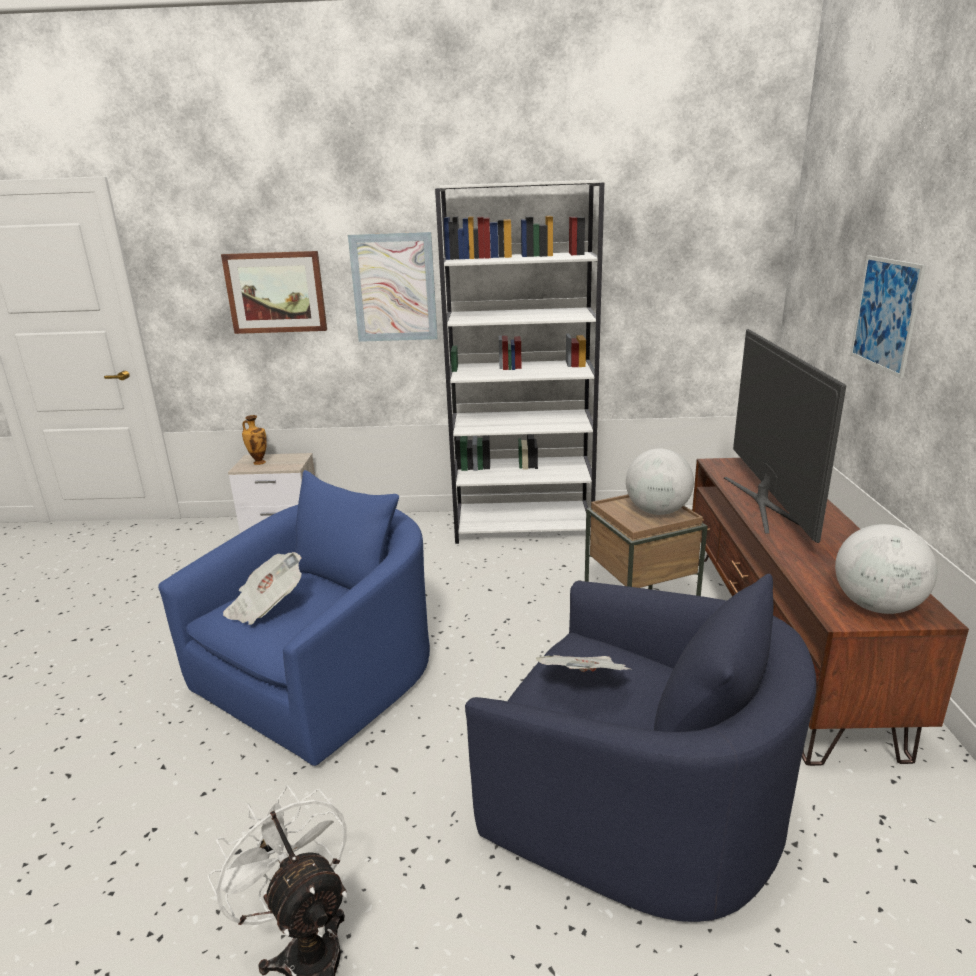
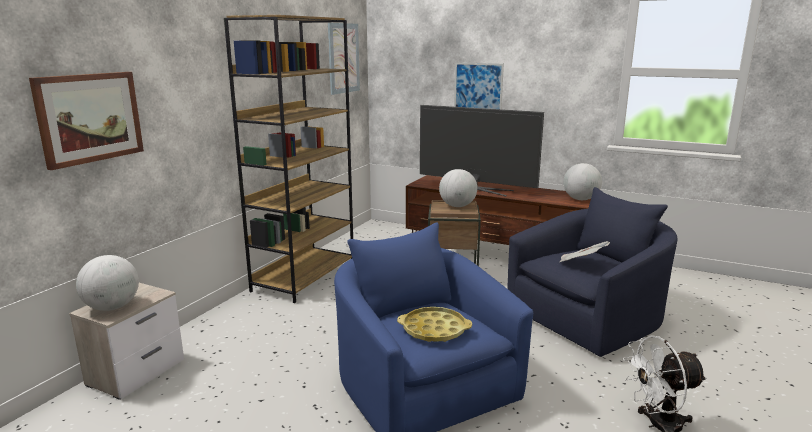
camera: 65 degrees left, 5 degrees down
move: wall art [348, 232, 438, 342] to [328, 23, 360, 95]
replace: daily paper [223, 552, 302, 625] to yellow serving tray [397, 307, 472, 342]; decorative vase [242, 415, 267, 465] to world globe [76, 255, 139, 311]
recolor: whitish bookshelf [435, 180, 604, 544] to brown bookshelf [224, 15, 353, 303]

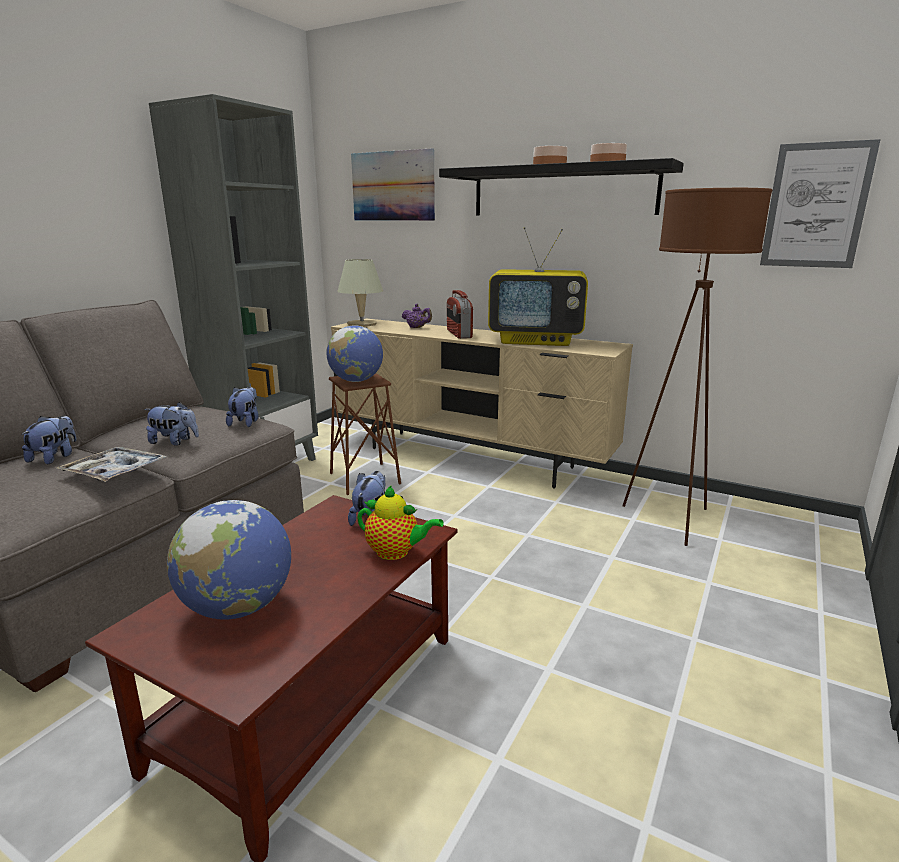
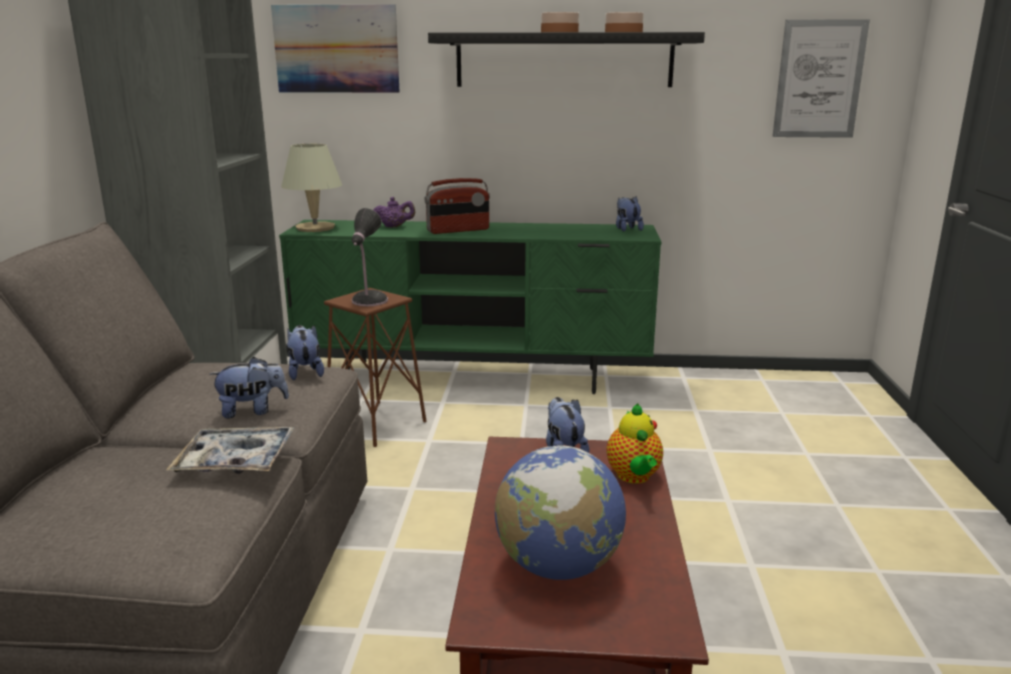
camera: 25 degrees left, 0 degrees up
delete: television [488, 227, 588, 346]; brown standing lamp [622, 188, 772, 546]
move: cuddly toy [21, 415, 77, 464] to [616, 197, 644, 232]
replace: world globe [326, 325, 383, 382] to table lamp [352, 208, 388, 306]
recolor: sand-coloured media console [331, 319, 633, 489] to green-coloured media console [279, 220, 661, 394]
rotate: pot for tea [357, 485, 444, 560] = [607, 403, 663, 484] 90 degrees clockwise; radio receiver [447, 290, 473, 339] = [425, 178, 490, 234] 75 degrees counterclockwise

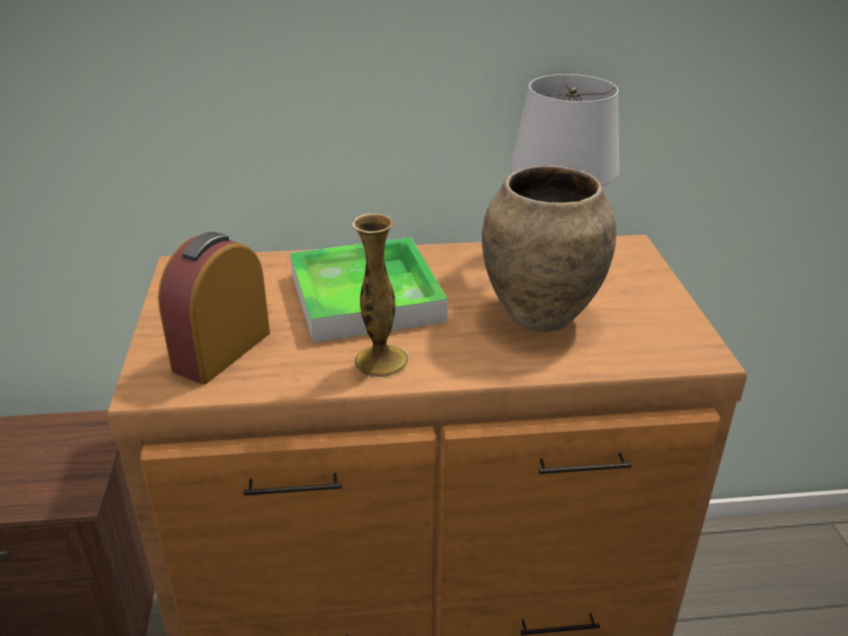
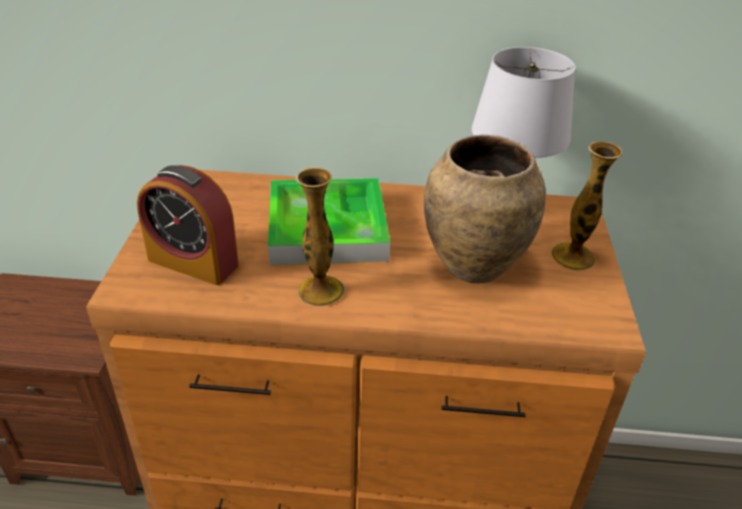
camera: 10 degrees right, 5 degrees up
insert: decorative vase [551, 142, 623, 271]
rotate: alarm clock [158, 232, 270, 384] = [137, 165, 239, 285] 105 degrees counterclockwise

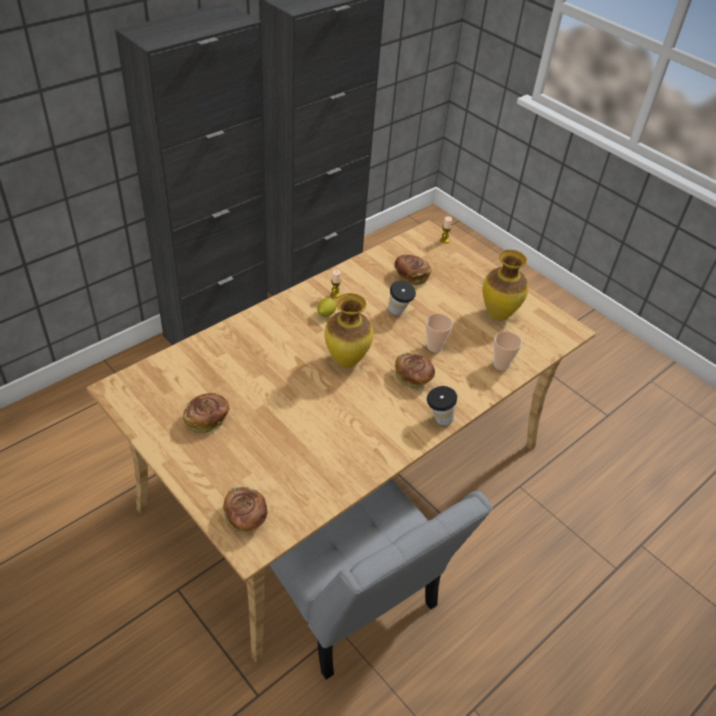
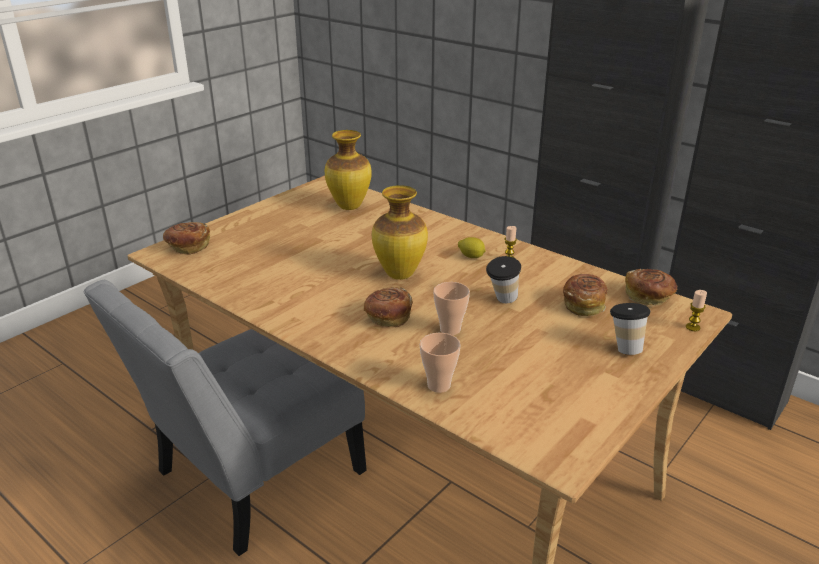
camera: 85 degrees right, 15 degrees down
move: baked bread [183, 393, 230, 434] to [625, 269, 678, 306]; small cup [427, 386, 457, 425] to [610, 303, 650, 355]; decorative vase [483, 250, 529, 320] to [325, 130, 372, 210]

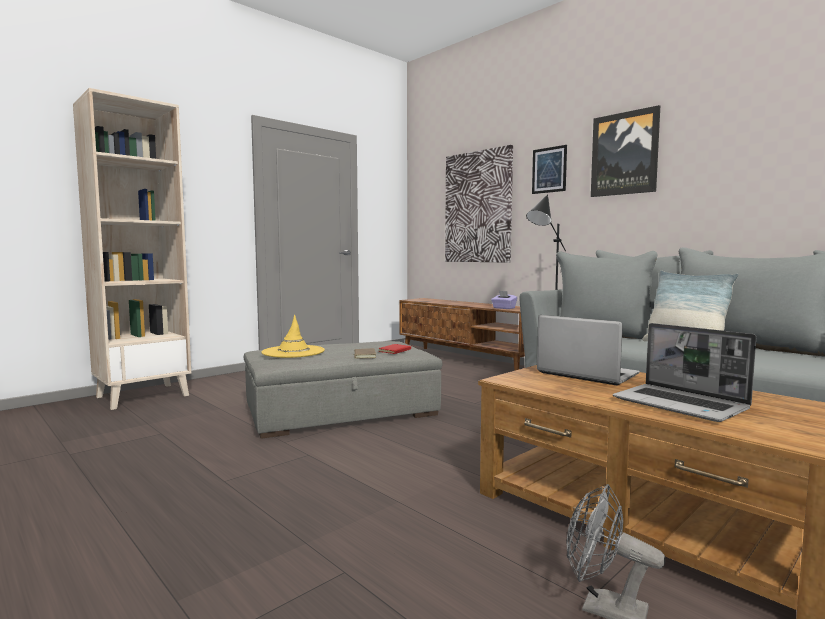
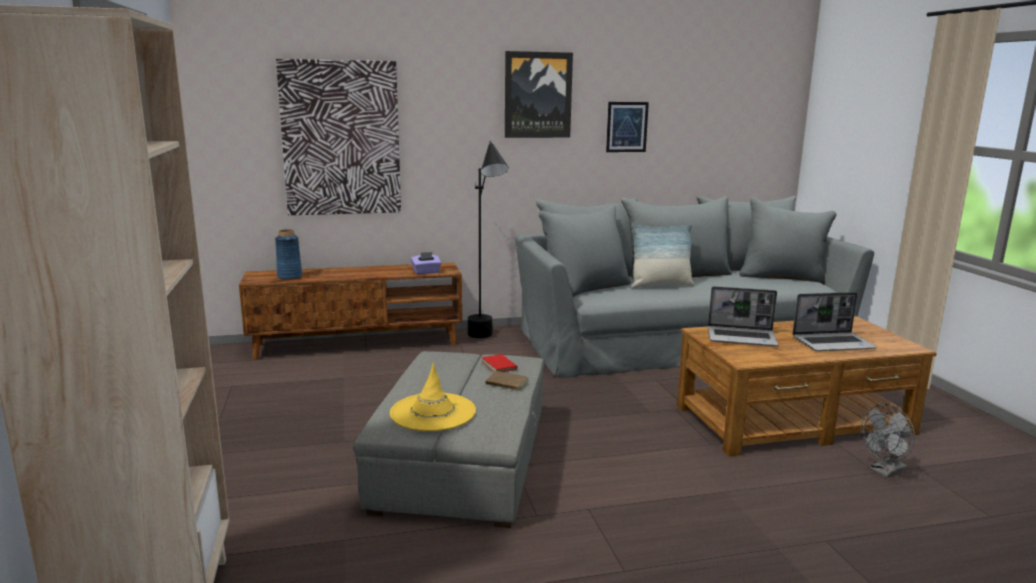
camera: 60 degrees left, 10 degrees up
insert: bluish decorative vase [275, 229, 302, 280]
move: wall art [532, 145, 567, 194] to [606, 102, 649, 152]
rotate: portable computer [537, 315, 640, 385] = [708, 286, 779, 346] 150 degrees counterclockwise

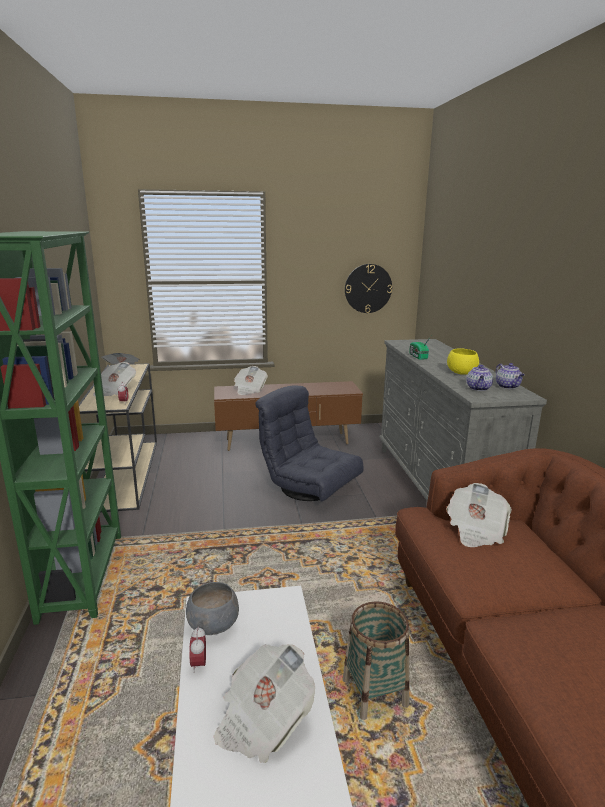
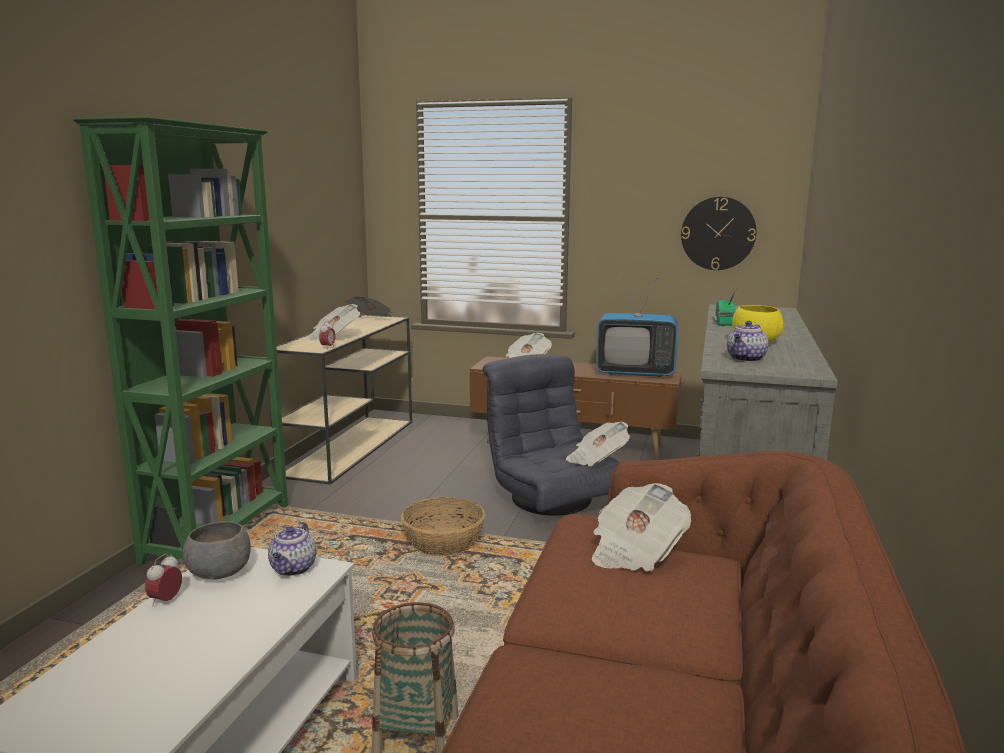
camera: 25 degrees right, 5 degrees down
insert: basket [401, 497, 486, 556]; television [596, 277, 678, 377]
move: daily paper [214, 644, 315, 763] to [566, 422, 630, 466]; pot for tea [496, 363, 525, 389] to [268, 522, 316, 576]

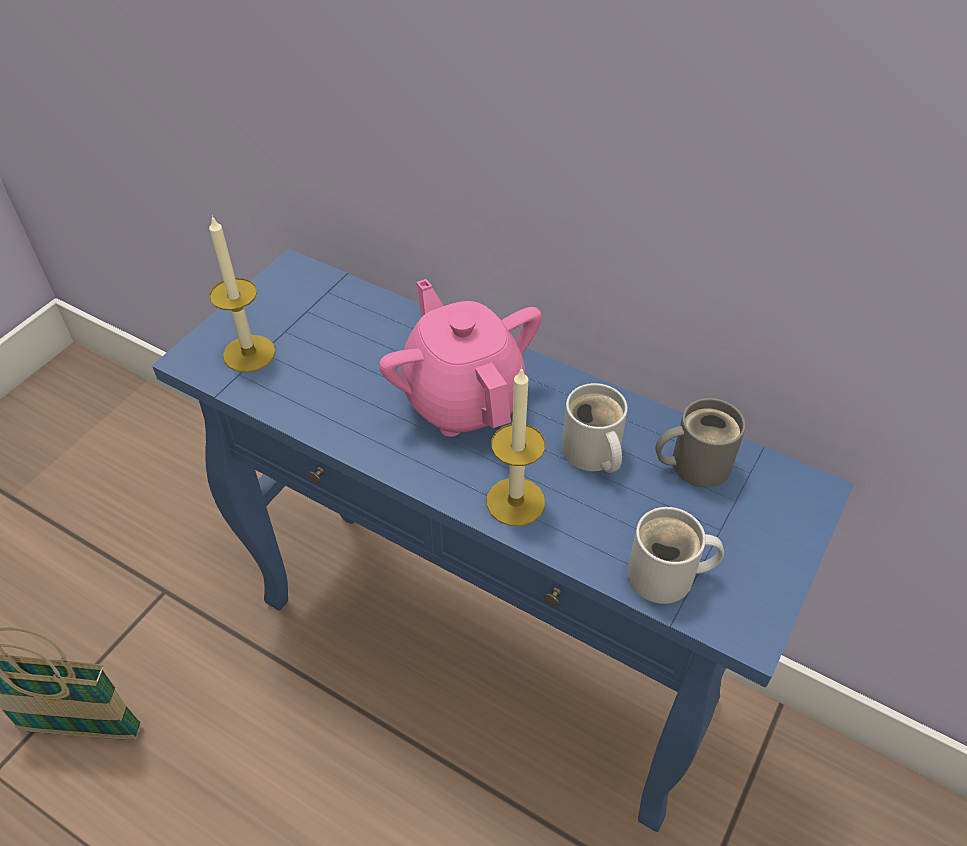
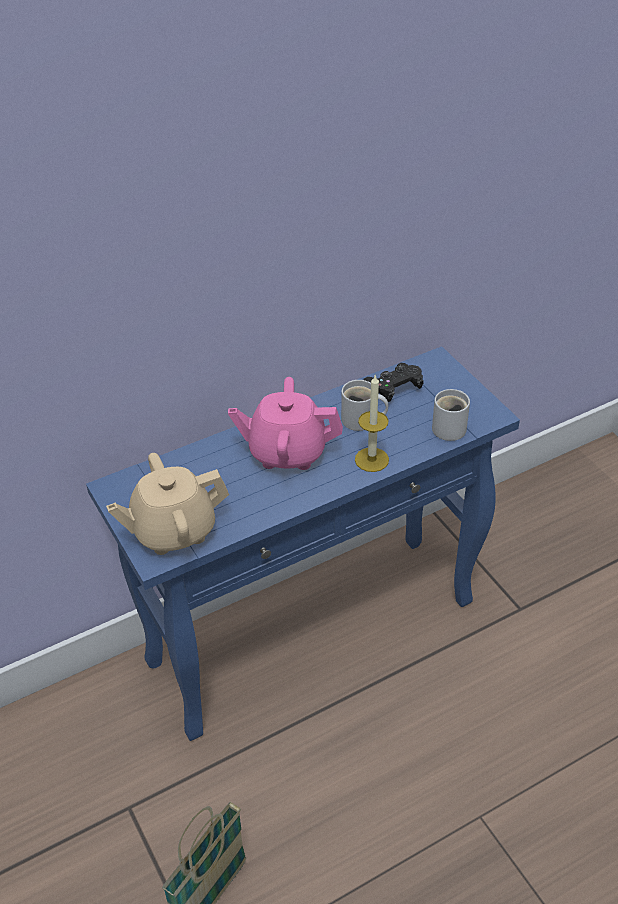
camera: 60 degrees left, 5 degrees down
replace: wax candle [209, 215, 276, 372] to sand-coloured pot for tea [106, 453, 229, 555]; greyish tea mug [655, 398, 746, 487] to black gamepad [363, 363, 424, 402]

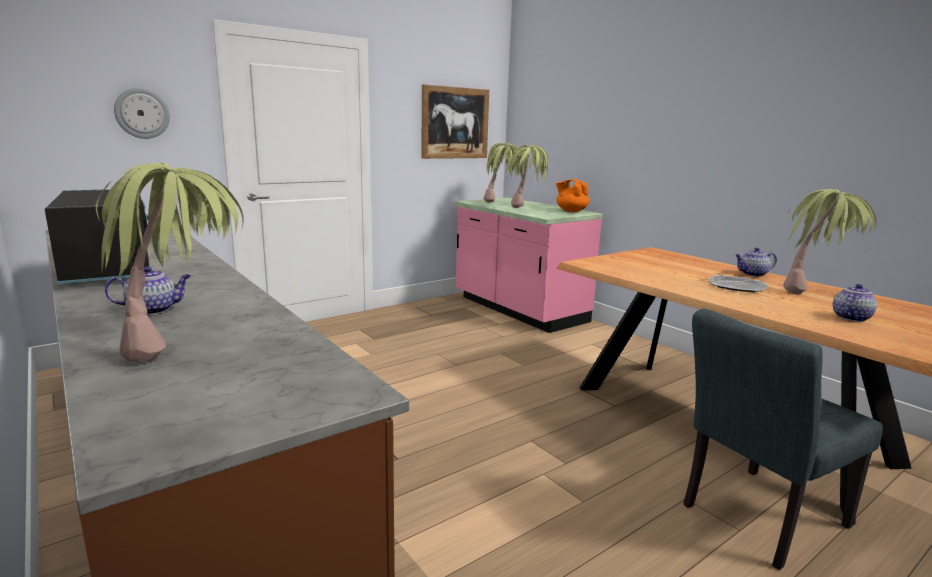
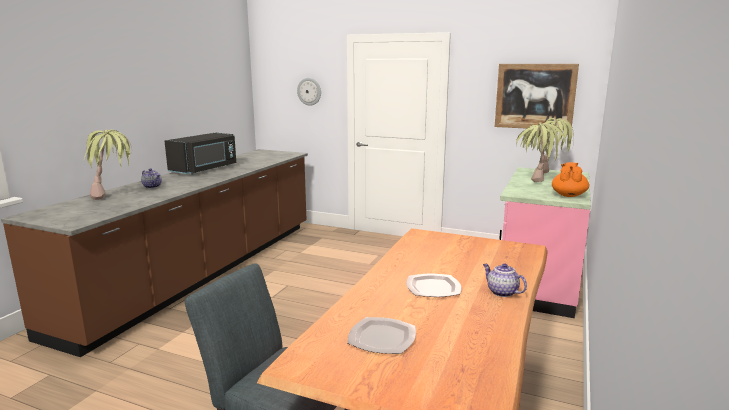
camera: 60 degrees right, 0 degrees up
delete: potted plant [783, 189, 876, 294]
replace: pot for tea [833, 284, 877, 322] to dinner plate [347, 317, 416, 354]

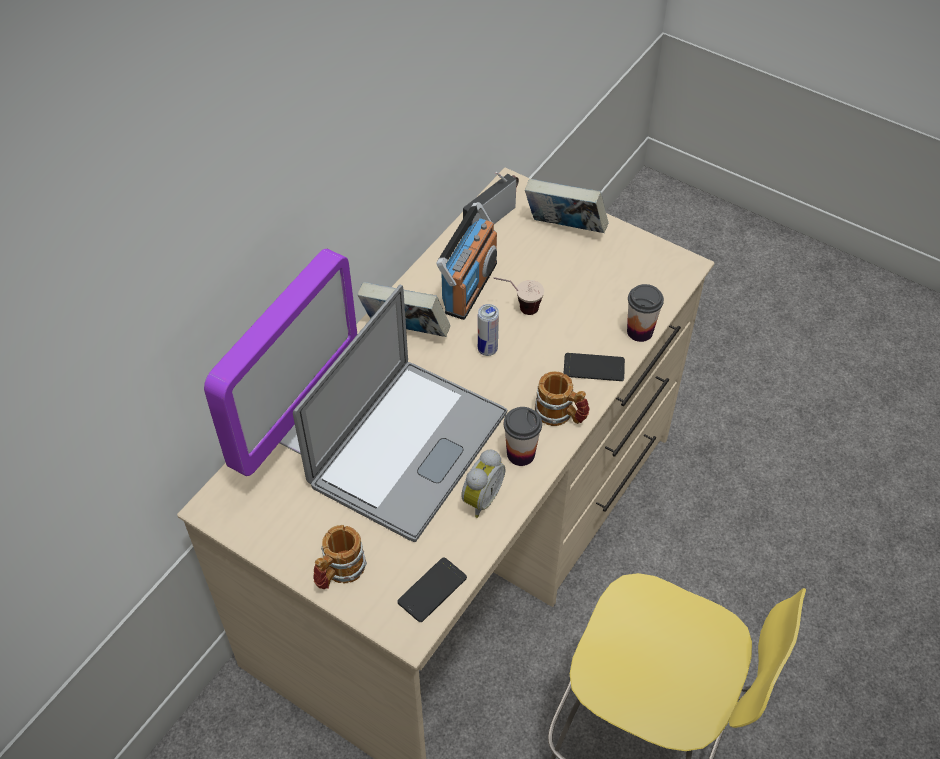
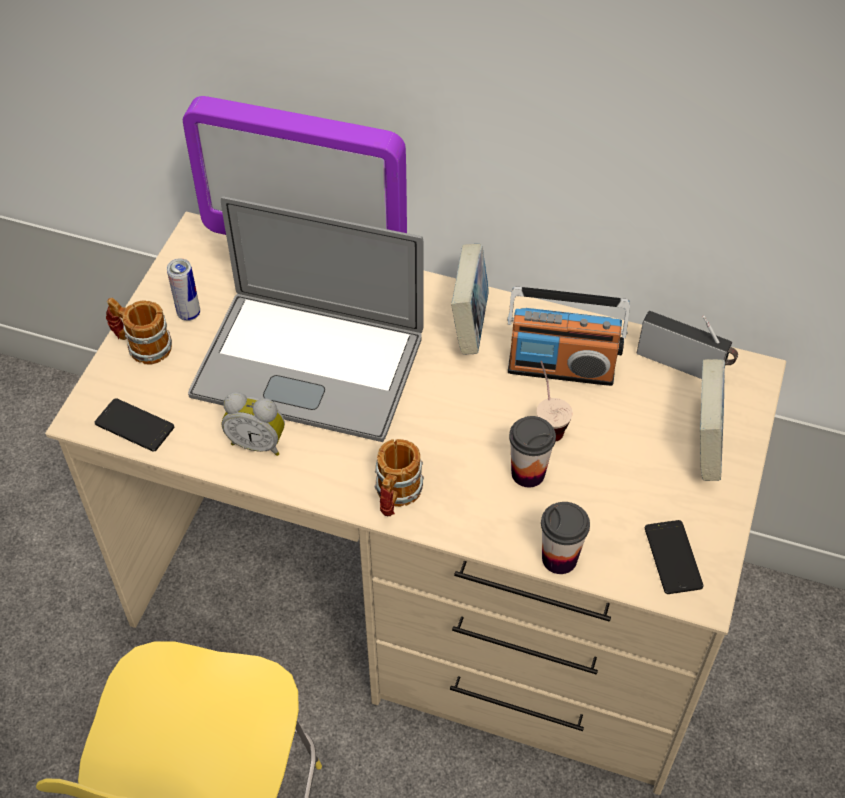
camera: 75 degrees right, 0 degrees up
move: can [478, 304, 499, 356] to [167, 258, 200, 321]; small cup [503, 407, 542, 466] to [509, 416, 556, 488]; handset [564, 353, 625, 381] to [645, 520, 704, 594]

